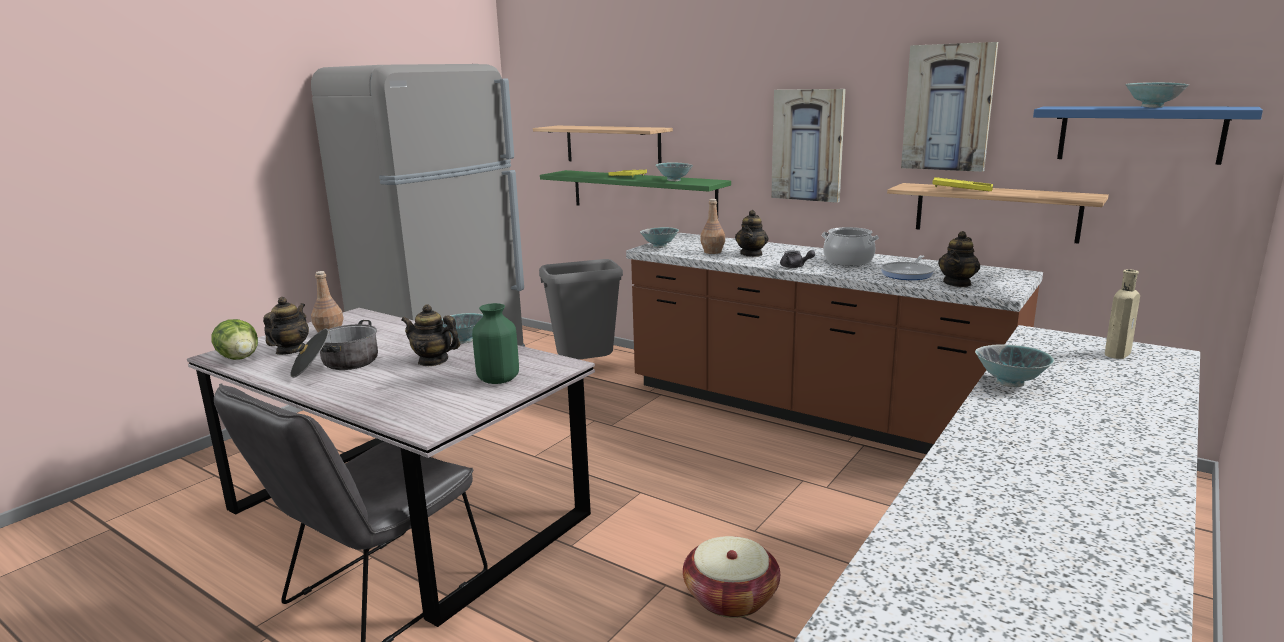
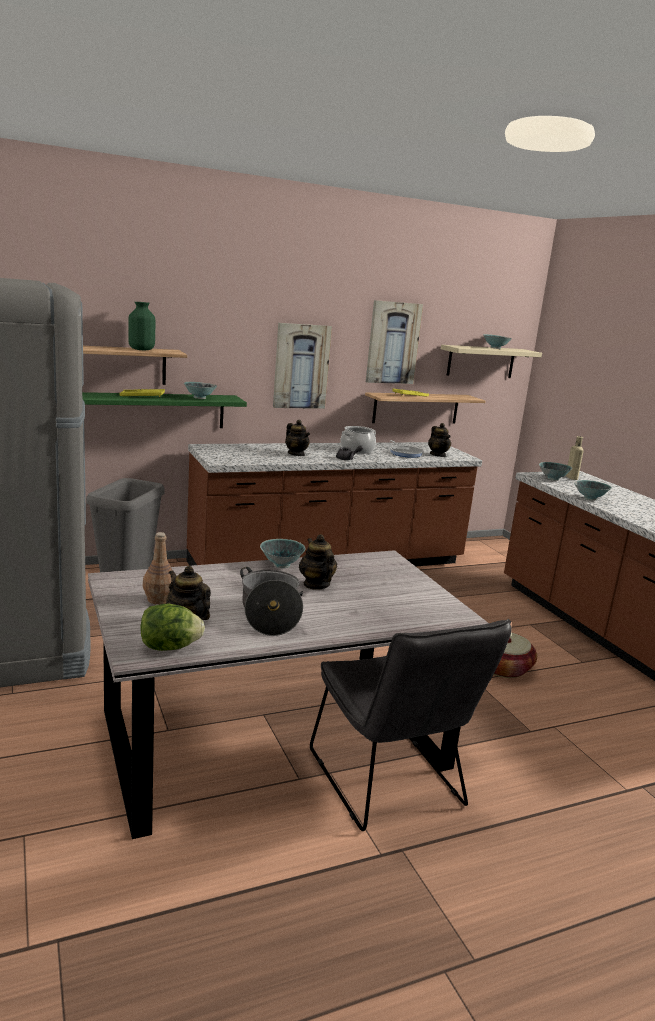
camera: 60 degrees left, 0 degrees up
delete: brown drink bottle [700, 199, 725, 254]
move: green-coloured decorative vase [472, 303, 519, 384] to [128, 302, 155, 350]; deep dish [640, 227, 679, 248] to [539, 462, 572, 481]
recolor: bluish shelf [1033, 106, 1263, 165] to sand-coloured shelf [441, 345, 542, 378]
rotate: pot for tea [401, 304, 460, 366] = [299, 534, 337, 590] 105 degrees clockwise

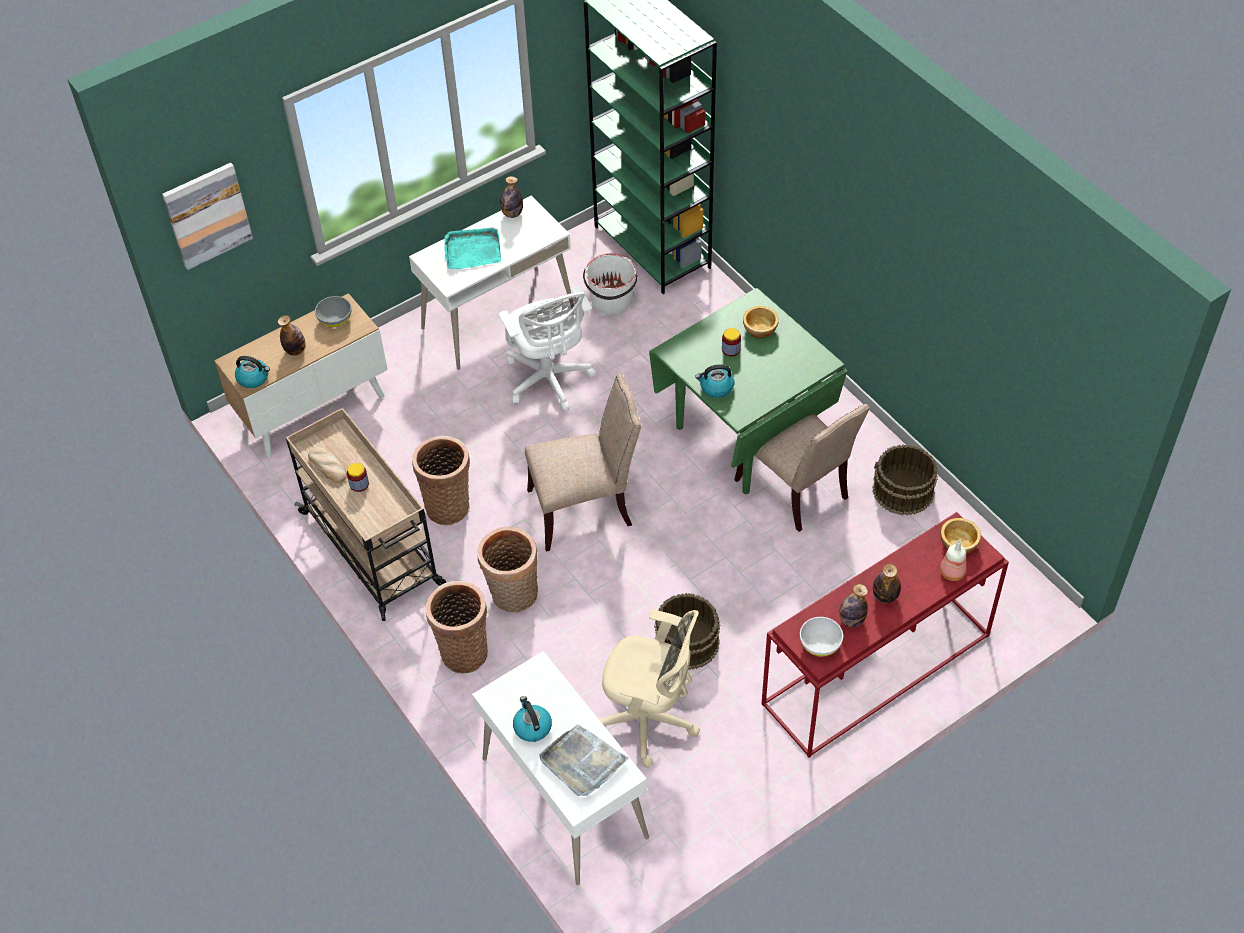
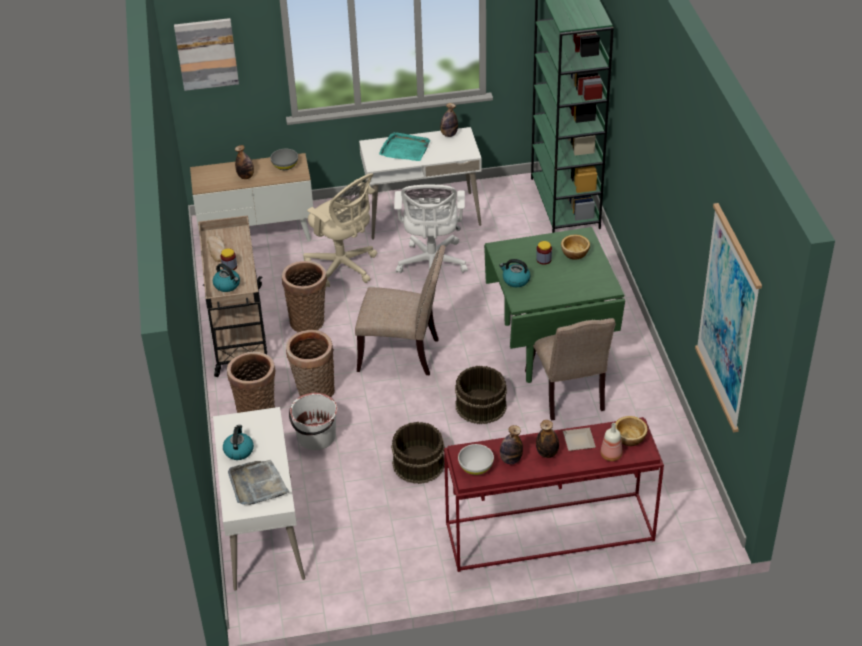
camera: 25 degrees right, 10 degrees down
insert: dinner plate [563, 428, 596, 451]; wall art [695, 203, 762, 433]
move: tea kettle [235, 356, 270, 388] to [213, 263, 240, 292]; whitish pail [583, 253, 637, 315] to [289, 393, 338, 450]; sand-coloured office chair [599, 609, 700, 768] to [303, 173, 377, 288]; brown pail [872, 444, 938, 515] to [455, 366, 507, 424]

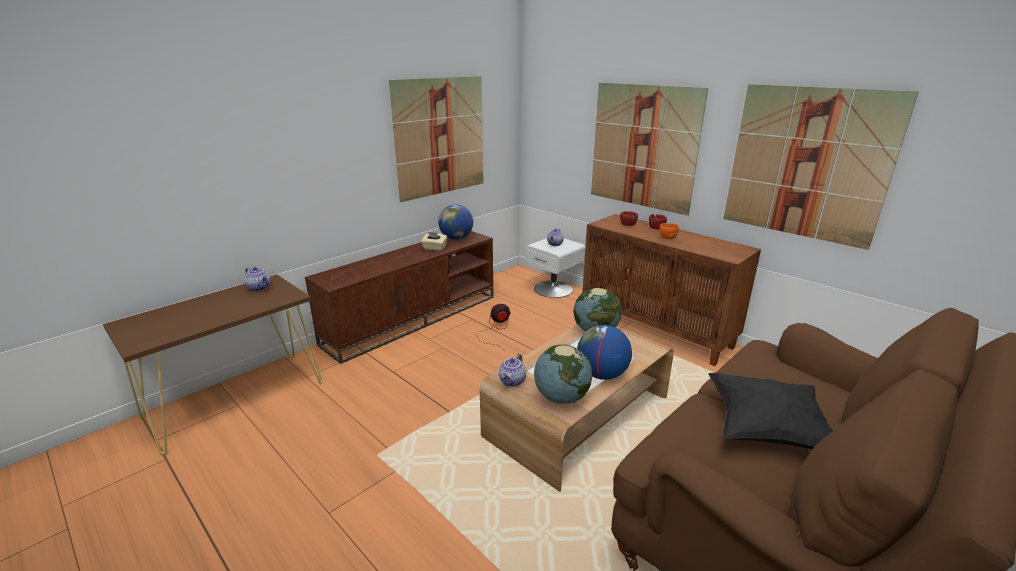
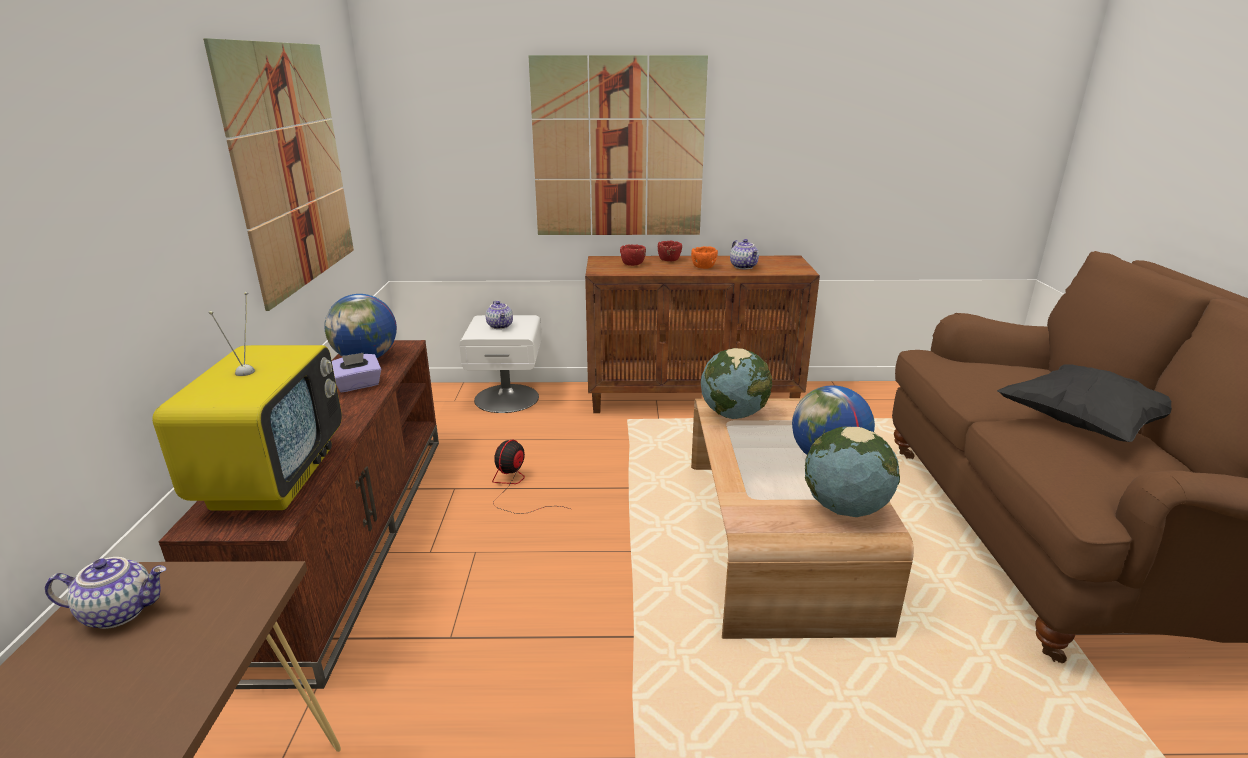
camera: 45 degrees left, 0 degrees up
delete: wall art [723, 84, 919, 250]
insert: television [152, 292, 342, 510]
move: pot for tea [499, 354, 526, 387] to [730, 239, 759, 269]
recolor: sand-coloured tissue holder [421, 232, 447, 251] to purple-coloured tissue holder [332, 353, 381, 393]

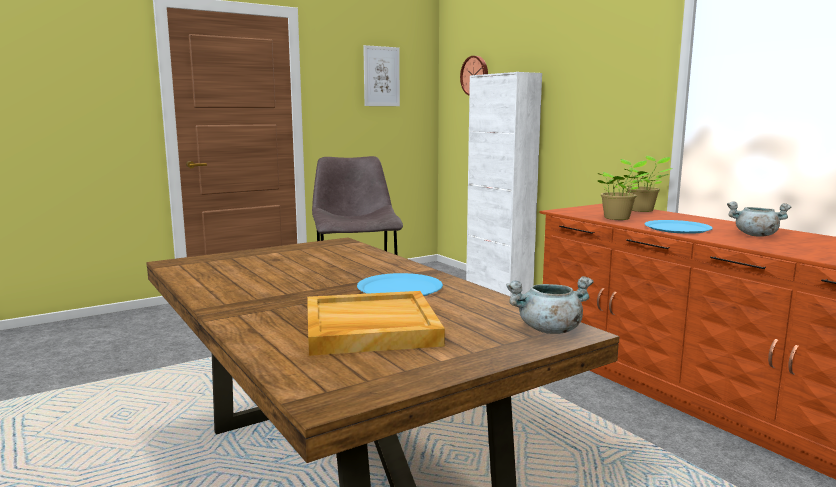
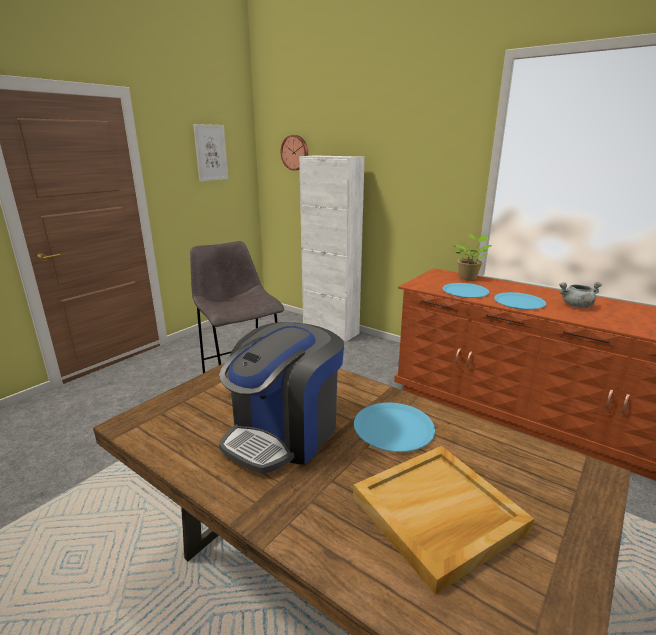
camera: 20 degrees left, 10 degrees up
delete: greyish saucepot [506, 276, 594, 334]
insert: coffee brewer [219, 322, 344, 473]
replace: potted plant [597, 159, 649, 220] to bluish dinner plate [443, 283, 490, 298]

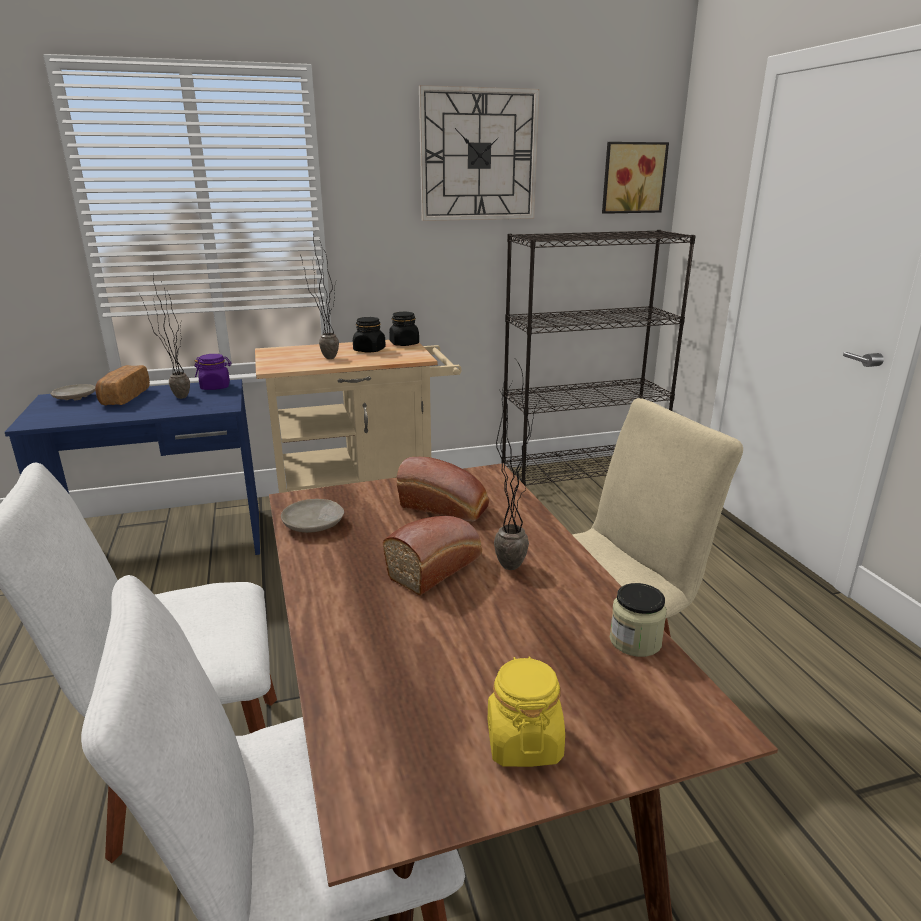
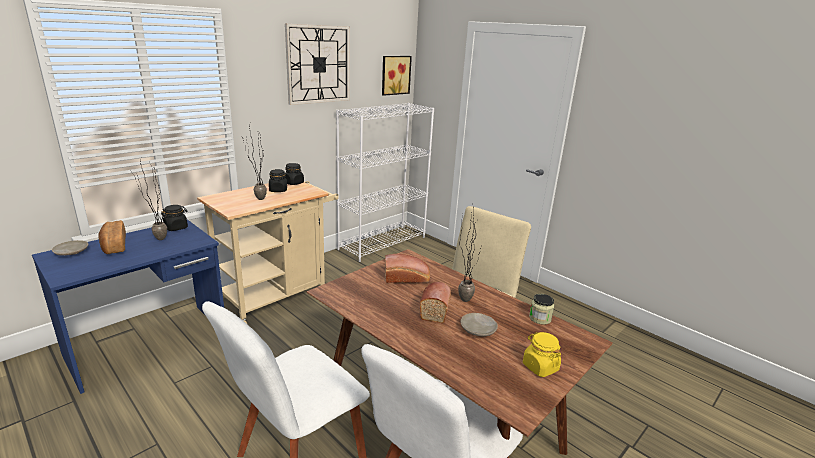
camera: 30 degrees left, 0 degrees up
move: sand-coloured dinner plate [281, 499, 344, 533] to [461, 313, 498, 337]
recolor: purple-coloured preserve jar [194, 354, 231, 390] to black preserve jar [161, 205, 188, 231]; black bookshelf [502, 230, 696, 486] to whitish bookshelf [336, 103, 434, 262]

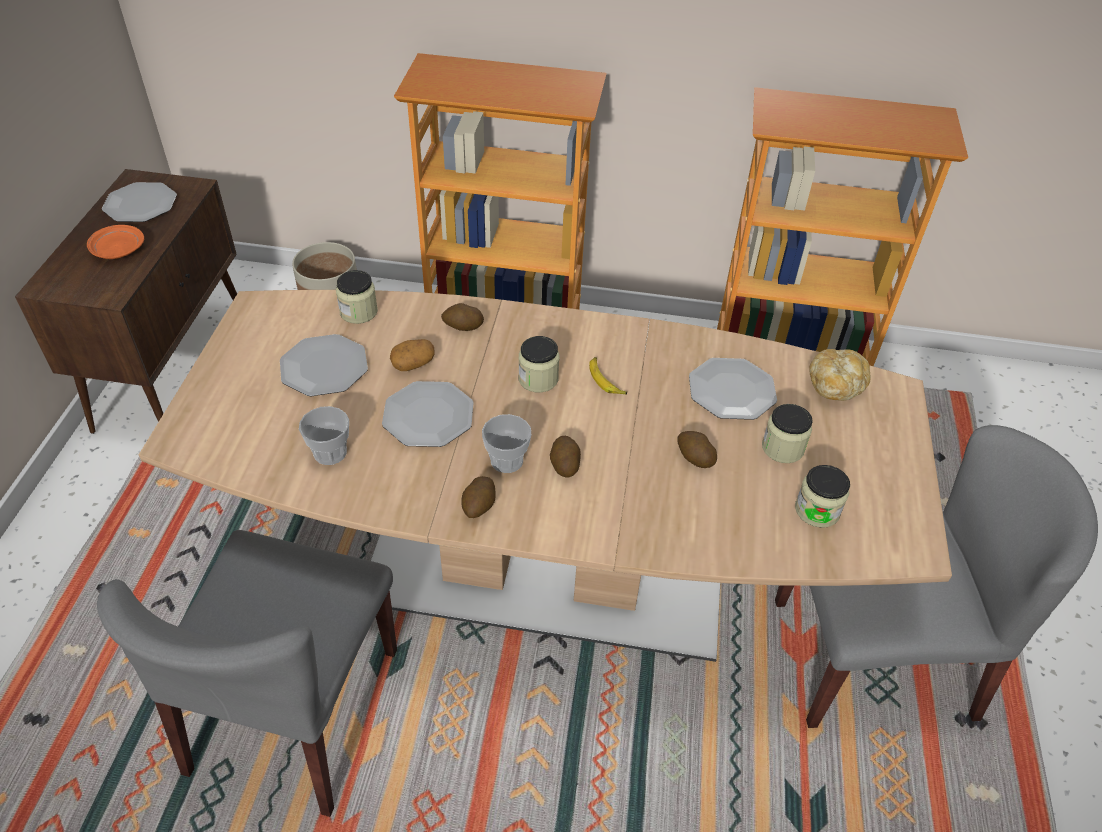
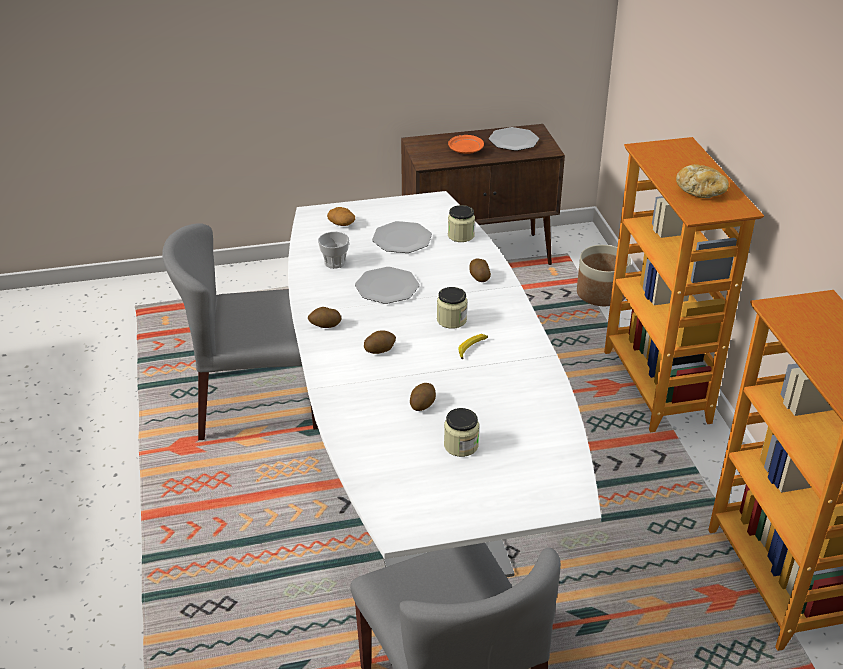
camera: 70 degrees right, 10 degrees down
delete: small cup [482, 414, 531, 473]; dinner plate [689, 358, 777, 420]; preserve jar [795, 465, 850, 528]
move: whole potato [390, 339, 435, 371] to [327, 207, 355, 226]; baked bread [809, 349, 870, 401] to [676, 164, 729, 198]
recolor: brown dinner table [139, 290, 952, 662] to whitish dinner table [288, 191, 601, 577]

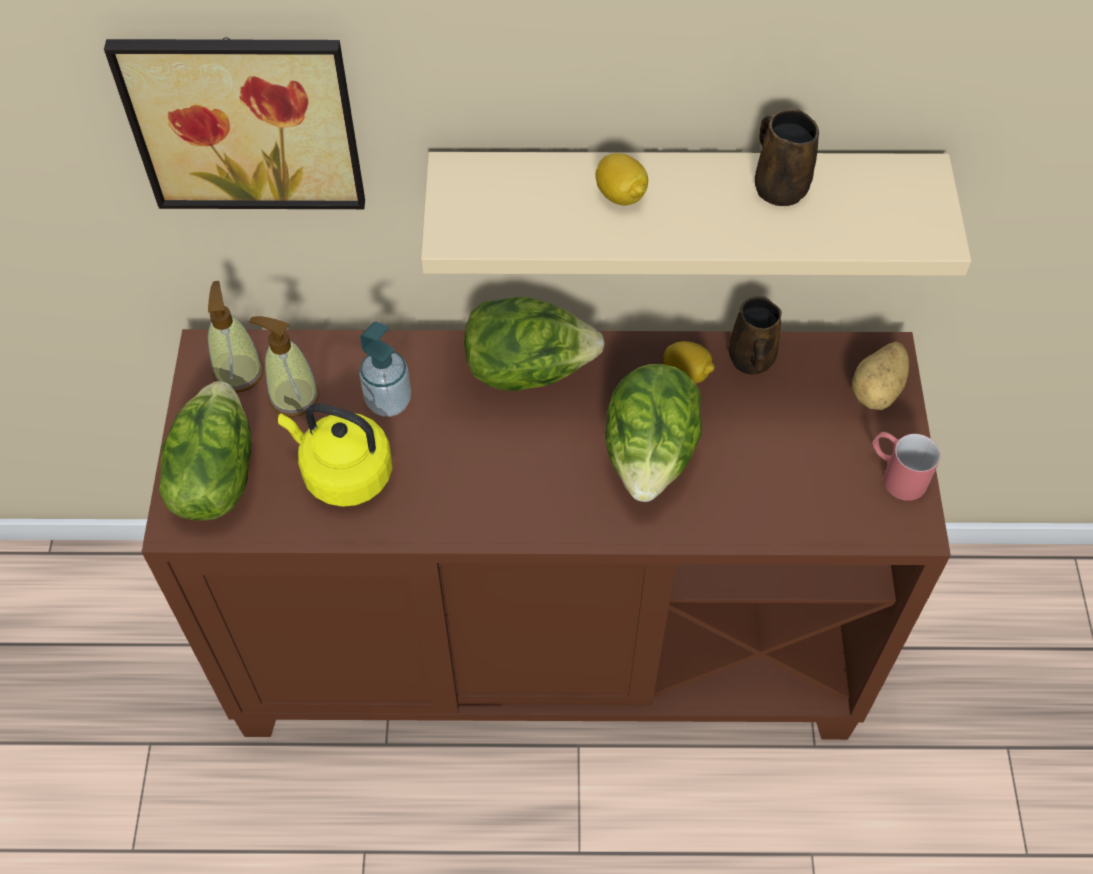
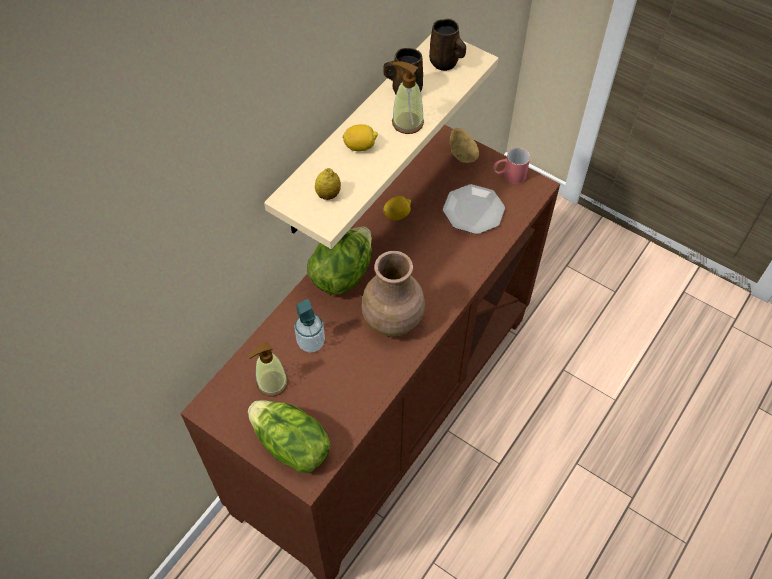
camera: 55 degrees left, 0 degrees up
delete: wall art [104, 37, 365, 209]; yellow tea kettle [278, 403, 392, 507]; head of lettuce [605, 364, 702, 502]
insert: lemon [315, 168, 341, 200]; brown decorative vase [362, 251, 425, 337]; dinner plate [443, 184, 505, 234]
move: soap bottle [208, 281, 264, 392] to [392, 61, 424, 134]; brown tea mug [729, 296, 782, 374] to [429, 19, 466, 71]

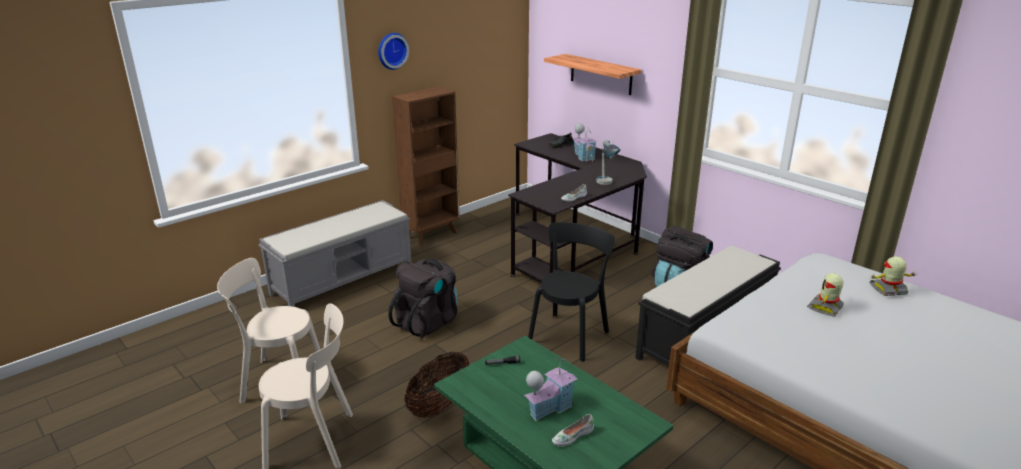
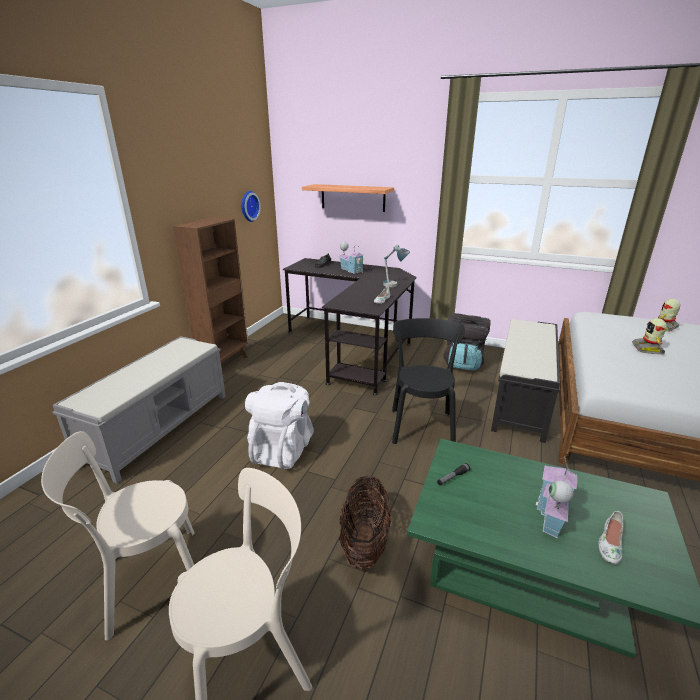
camera: 25 degrees left, 0 degrees up
move: hanging clock [378, 33, 409, 70] to [241, 191, 261, 222]
recolor: black backpack [388, 258, 457, 338] to whitish backpack [245, 382, 314, 469]

